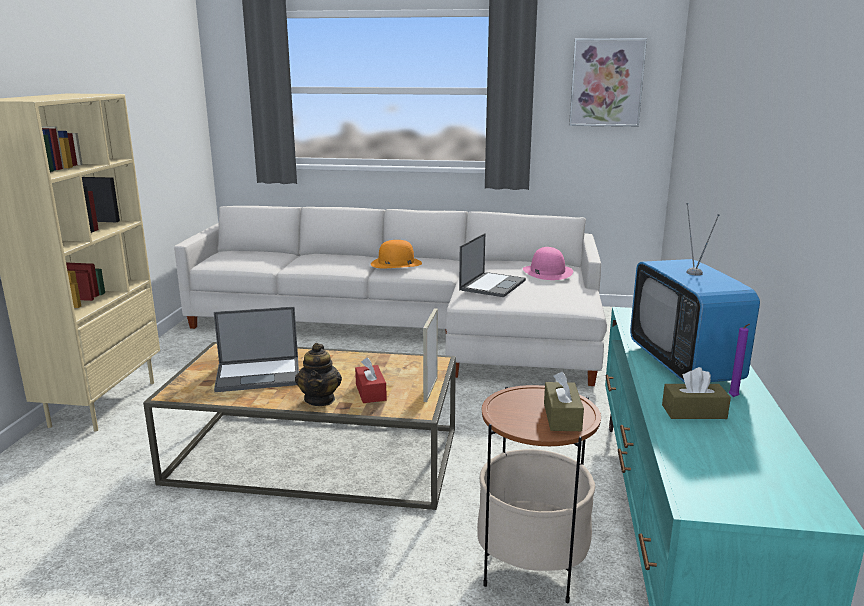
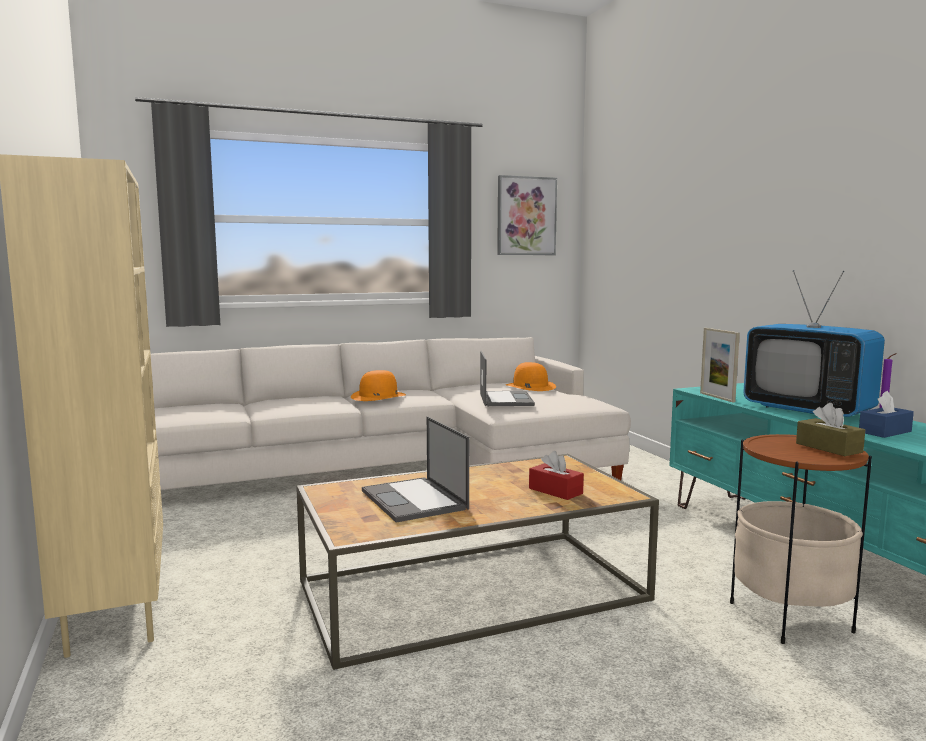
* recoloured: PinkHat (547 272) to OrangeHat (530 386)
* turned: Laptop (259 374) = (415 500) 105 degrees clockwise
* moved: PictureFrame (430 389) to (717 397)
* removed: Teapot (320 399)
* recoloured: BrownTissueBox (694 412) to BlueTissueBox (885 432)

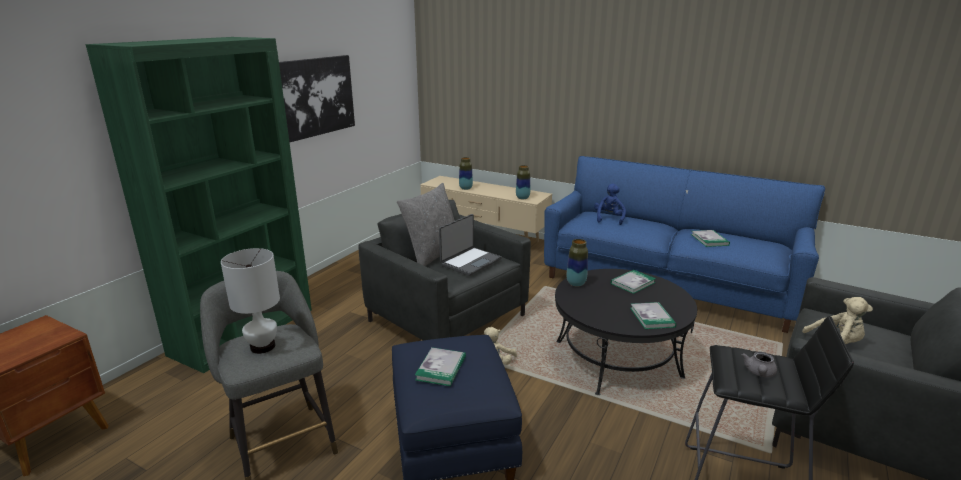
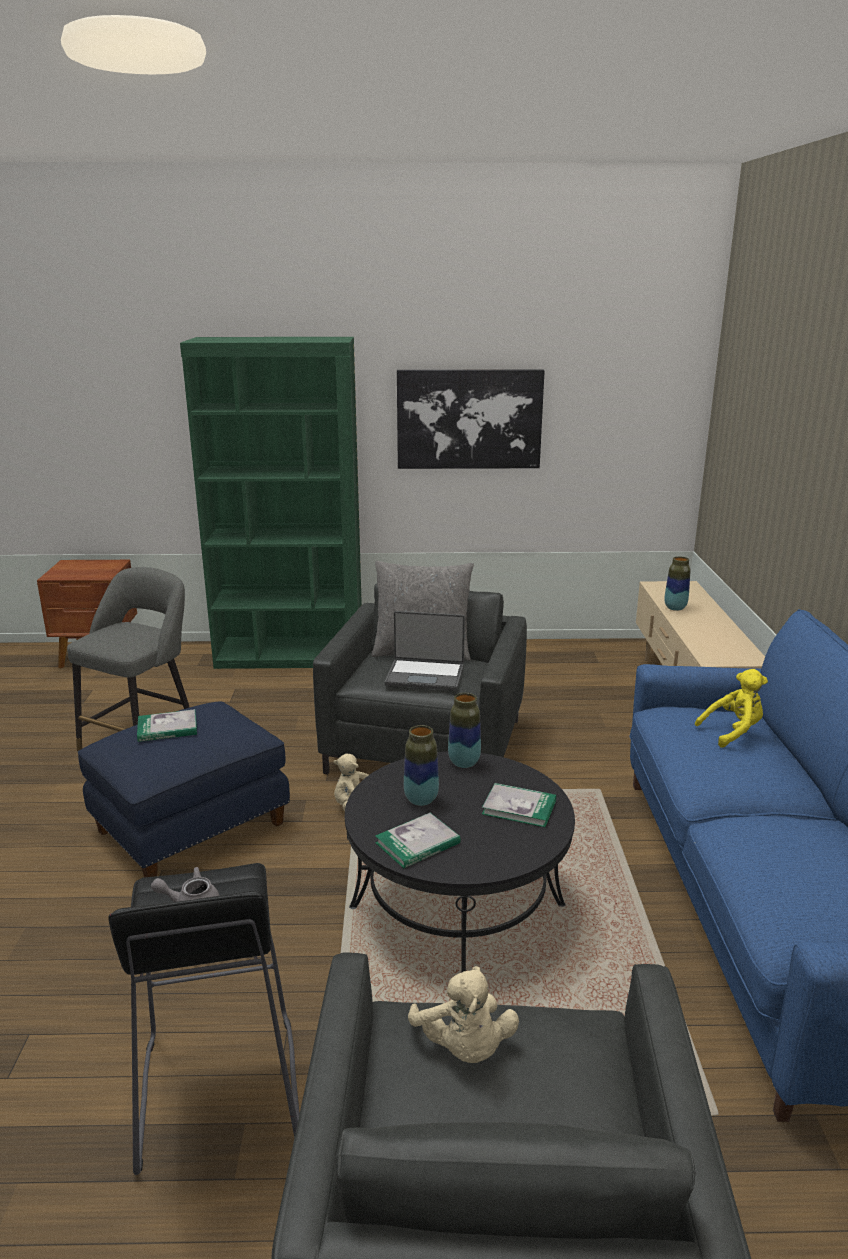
* moved: Vase (522 198) to (421 800)
* recoloured: BluePlushToy (609 218) to YellowPlushToy (733 732)
* removed: Book (709 240)
* removed: WhiteTableLamp (262 347)

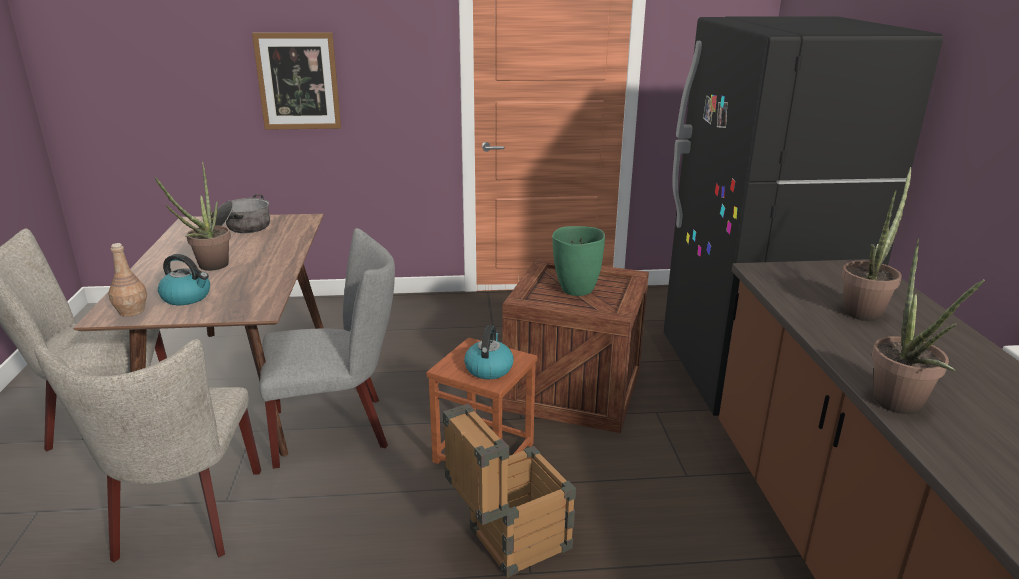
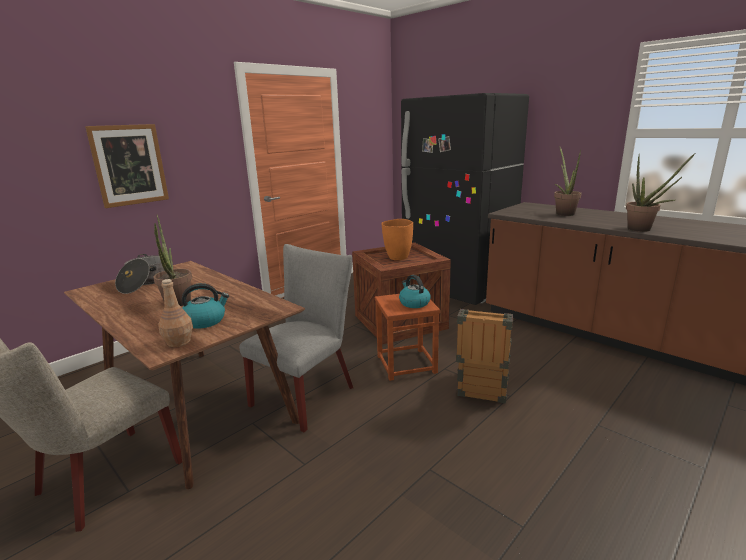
* recoloured: GreenVase (576 290) to OrangeVase (398 258)
* removed: BeigeChair (185 519)

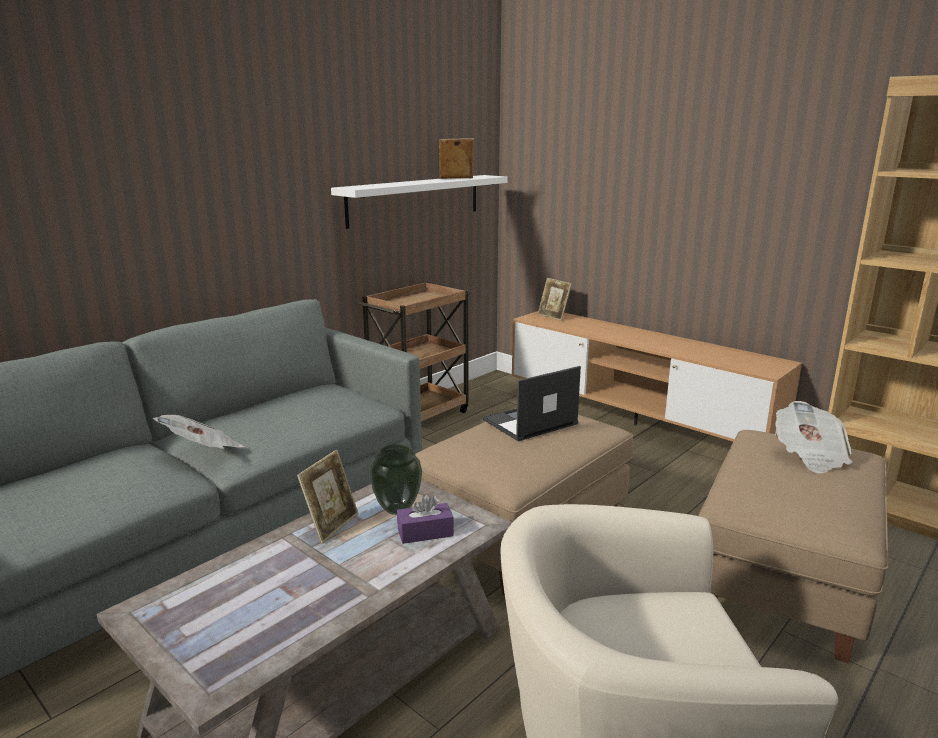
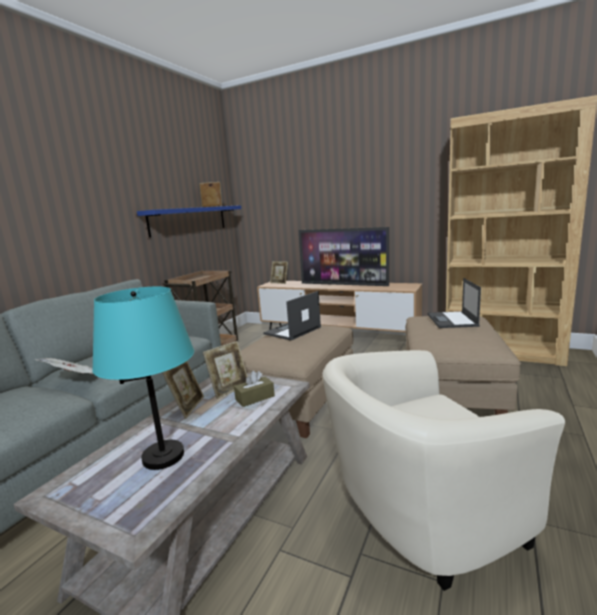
* recoloured: WhiteShelf (415 200) to BlueShelf (189 220)
* replaced: Newspaper (809 455) to Laptop (452 320)
* replaced: Vase (397 509) to PictureFrame (230 389)
* recoloured: PurpleTissueBox (425 532) to BrownTissueBox (255 398)
* added: Television (344 284)
* added: TurquoiseTableLamp (164 456)

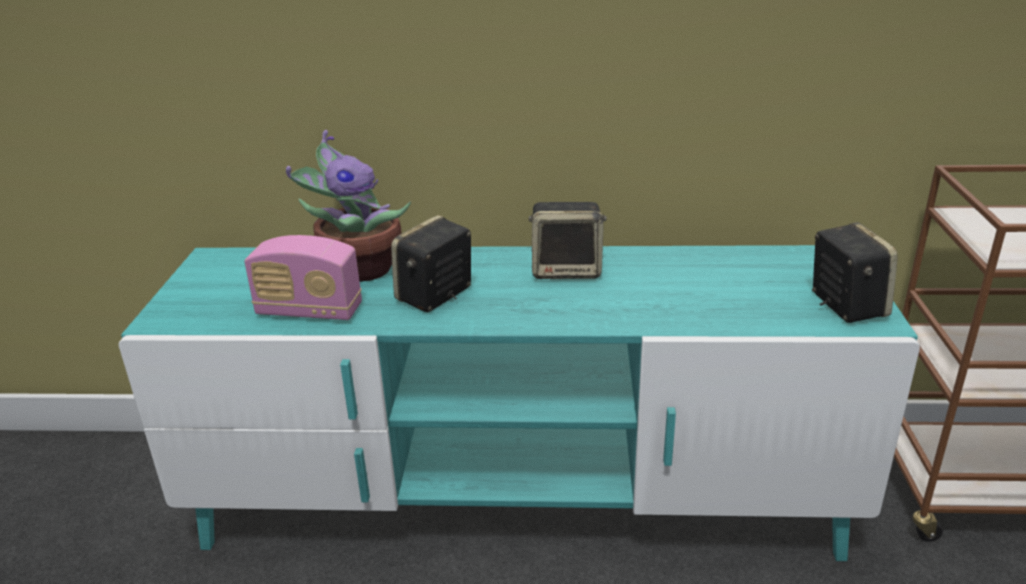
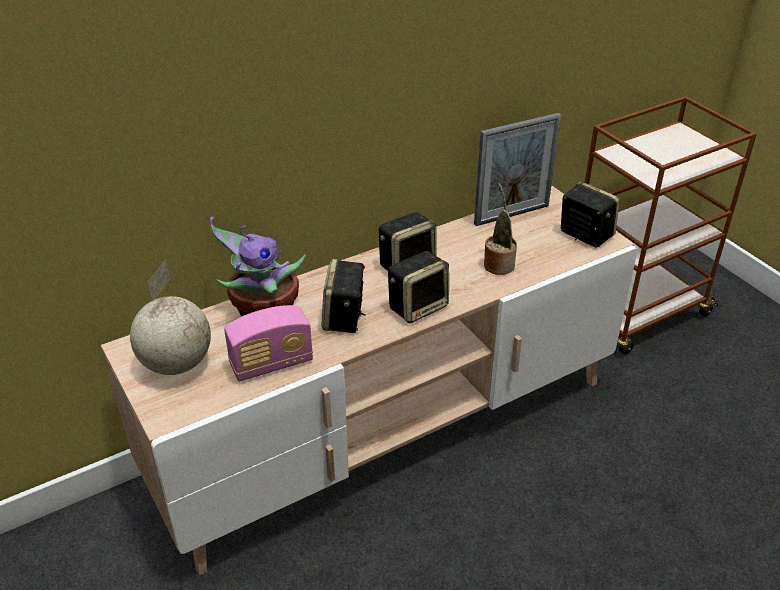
* recoloured: TurquoiseTvStand (520 499) to BeigeTvStand (389 432)
* added: PictureFrame (511 215)
* added: PottedPlant (498 264)
* added: Speaker (418 306)
* added: Globe (175 364)

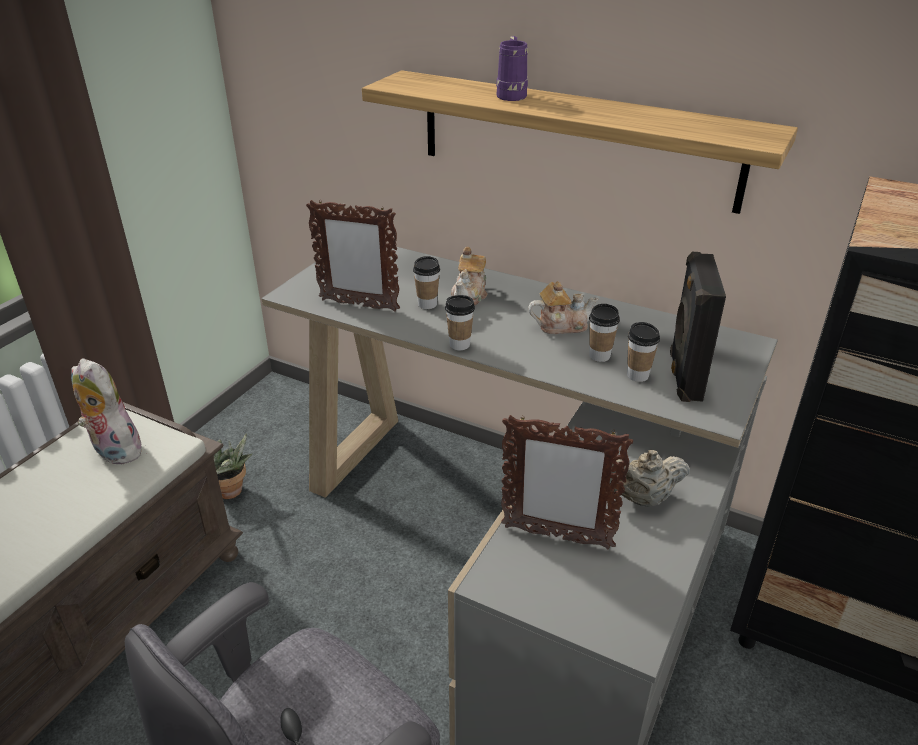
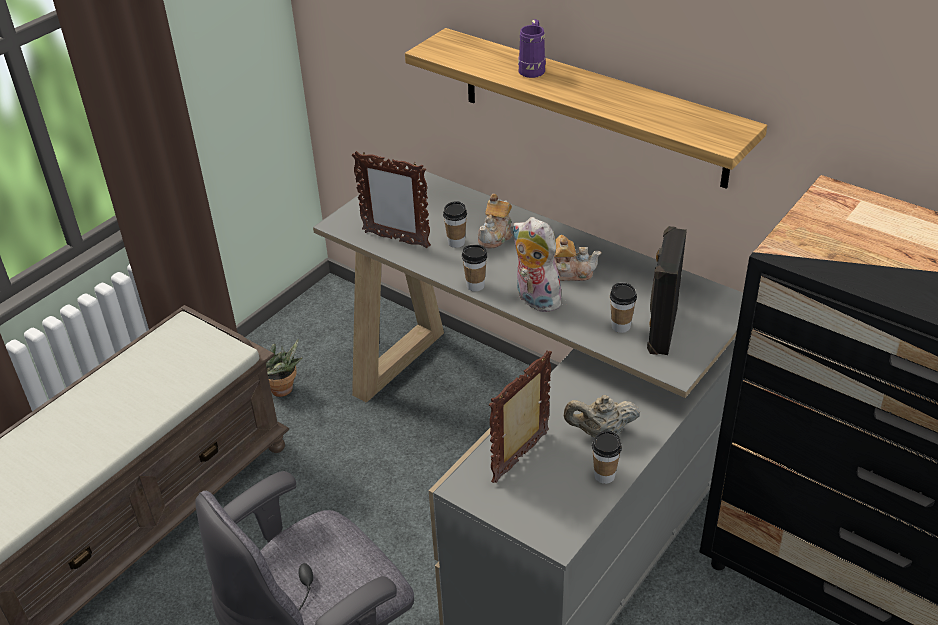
* moved: Cup (599 356) to (604 476)
* moved: PlushToy (113 451) to (534 299)
* turned: PictureFrame (556 536) = (521 457) 105 degrees clockwise

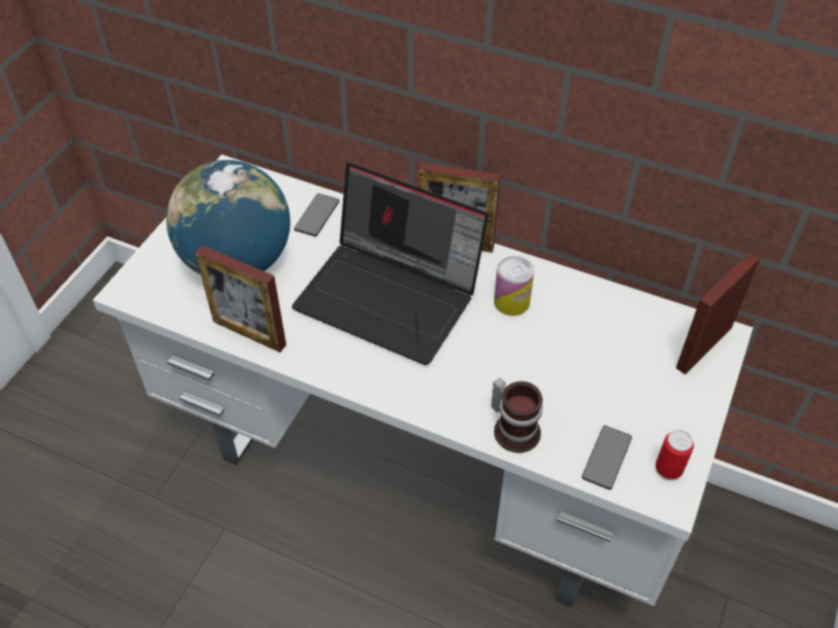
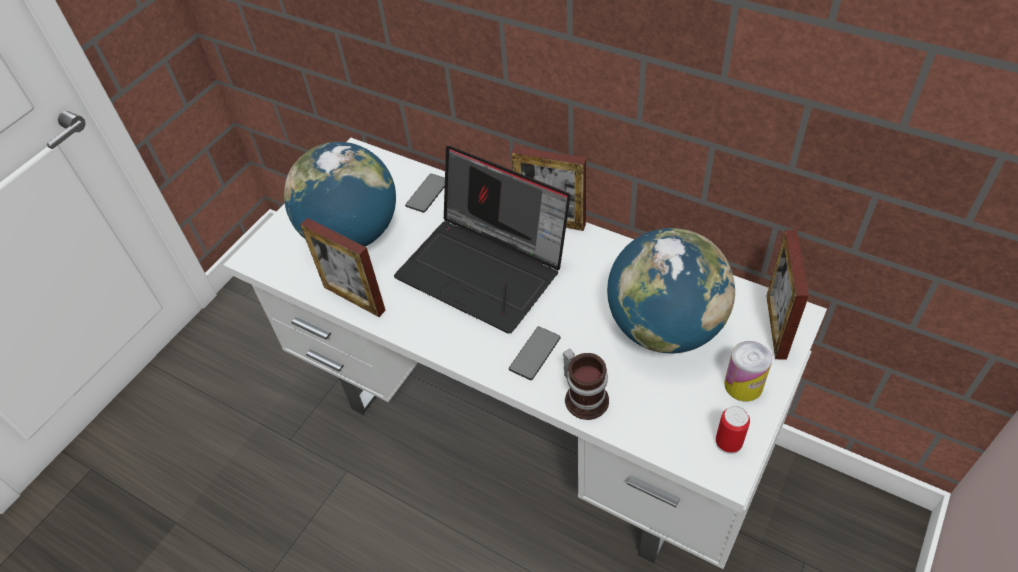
* turned: PictureFrame (704 347) = (776 326) 45 degrees counterclockwise
* moved: Can (511 301) to (743 385)
* moved: Phone (606 458) to (535 354)
* added: Globe (664 327)

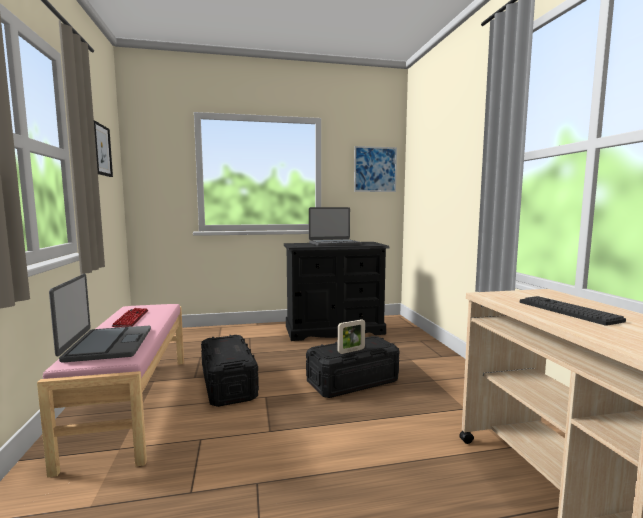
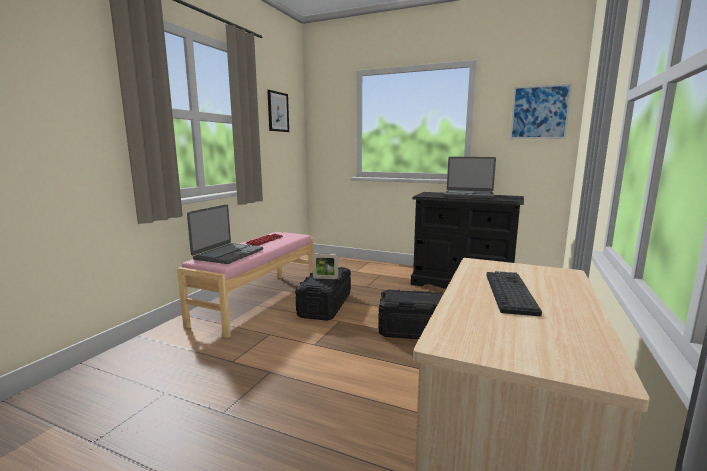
* moved: PictureFrame (351 351) to (325 278)

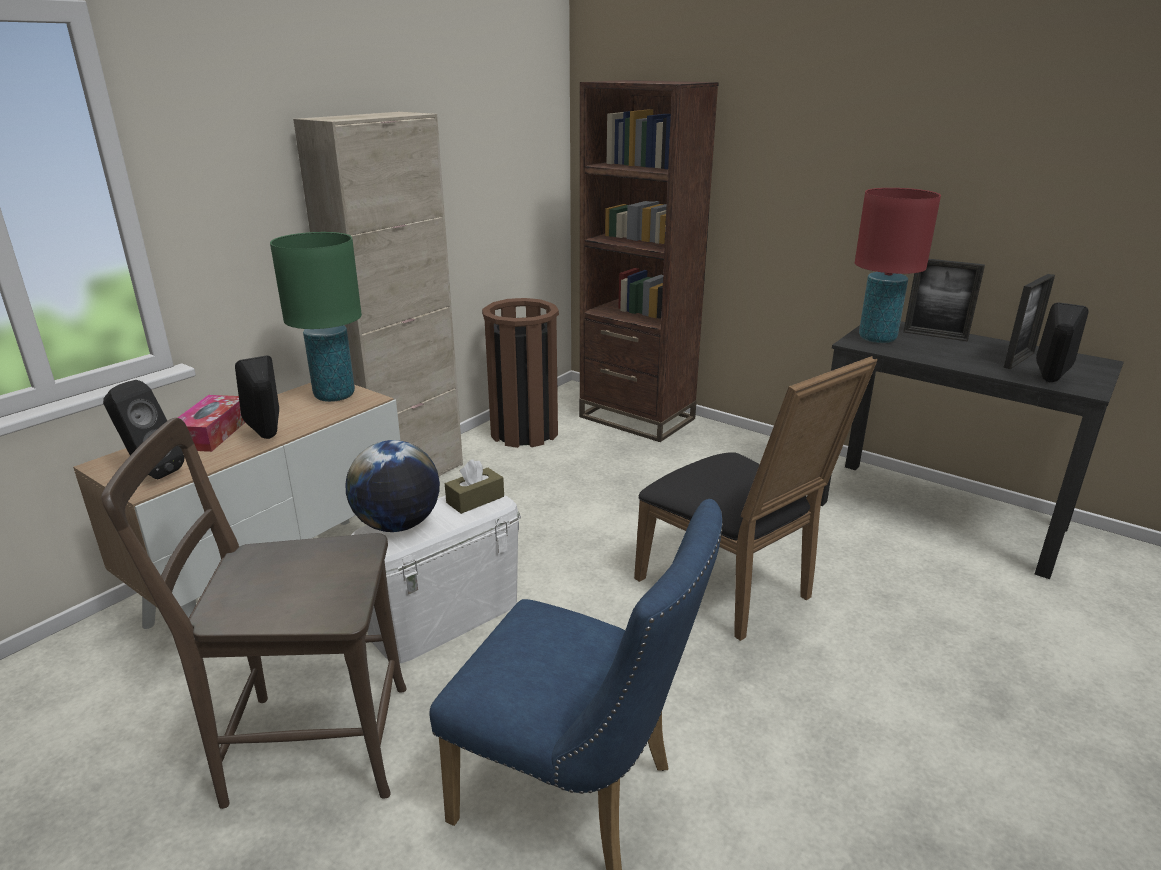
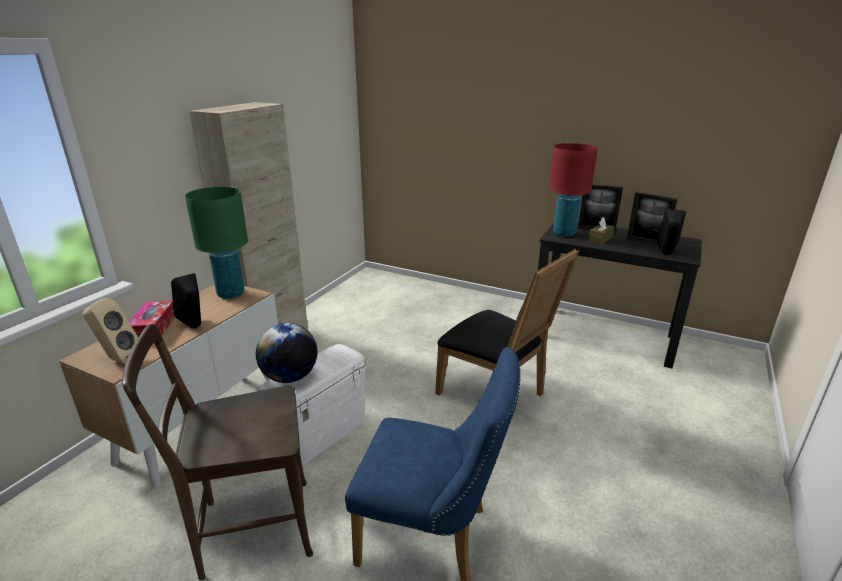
* removed: BrownBookcase (636 418)
* turned: PictureFrame (1019 360) = (646 242) 90 degrees clockwise
* removed: BrownTrashCan (524 432)
* recoloured: BlackSpeaker (150 472) to BeigeSpeaker (118 359)
* moved: BrownTissueBox (475 499) to (600 239)

